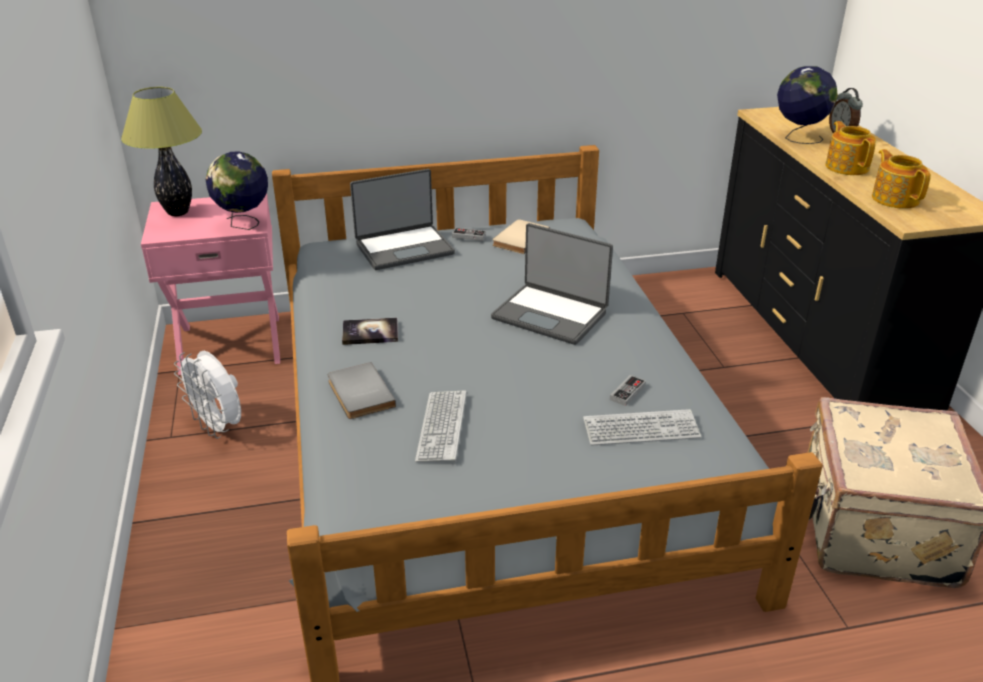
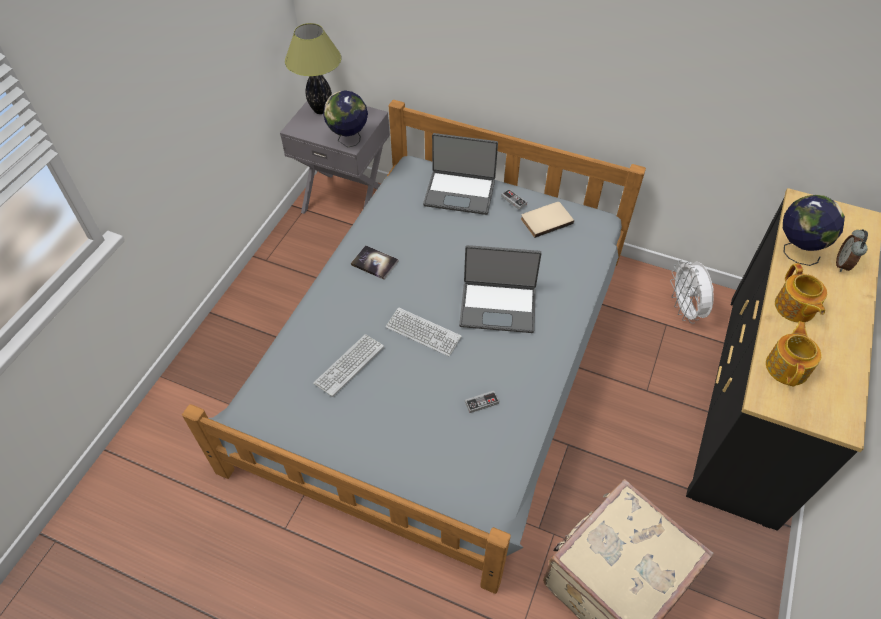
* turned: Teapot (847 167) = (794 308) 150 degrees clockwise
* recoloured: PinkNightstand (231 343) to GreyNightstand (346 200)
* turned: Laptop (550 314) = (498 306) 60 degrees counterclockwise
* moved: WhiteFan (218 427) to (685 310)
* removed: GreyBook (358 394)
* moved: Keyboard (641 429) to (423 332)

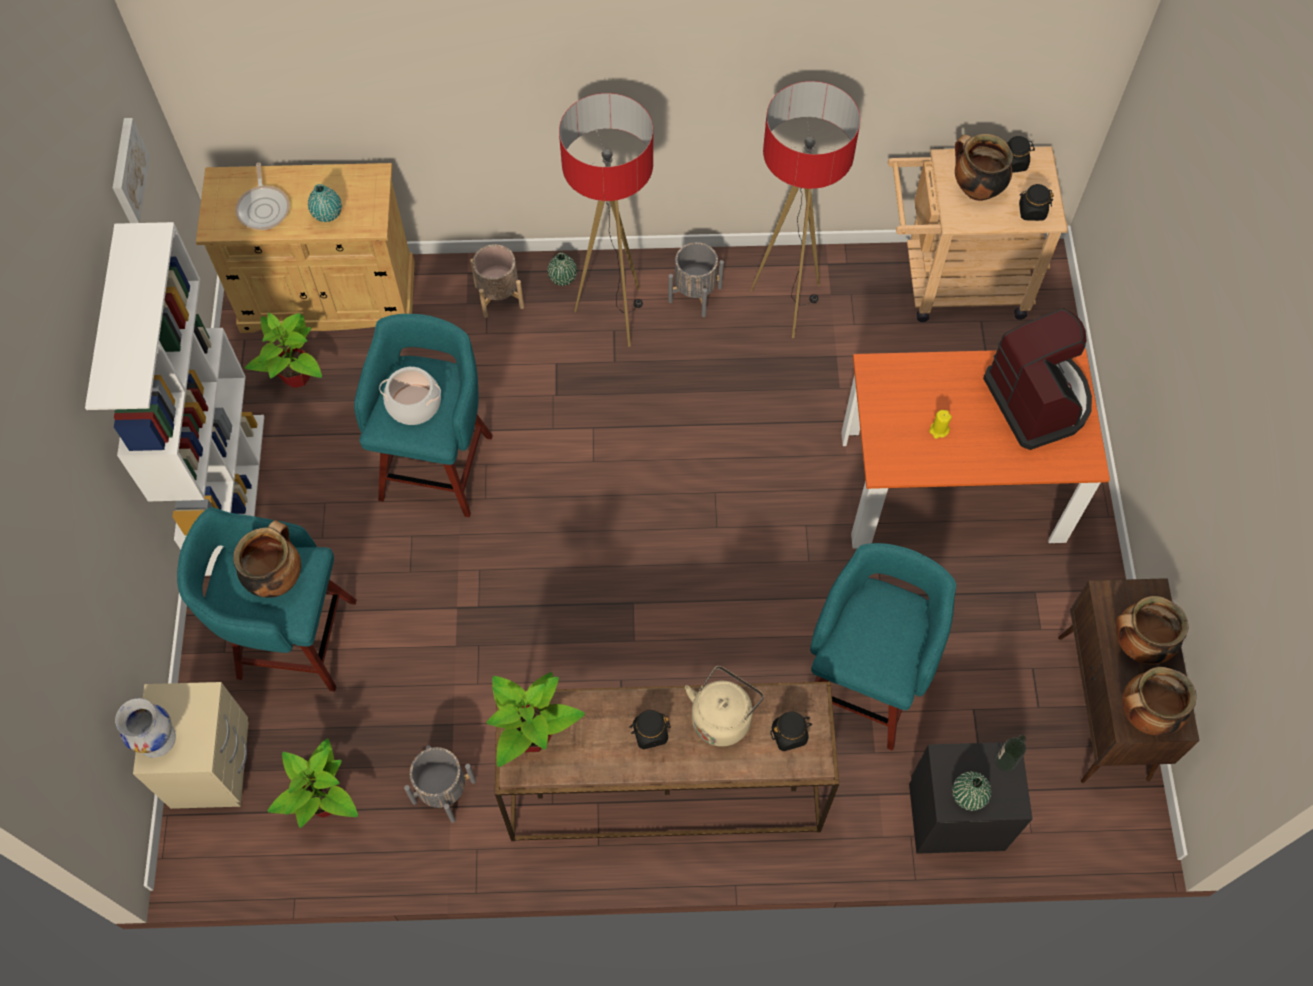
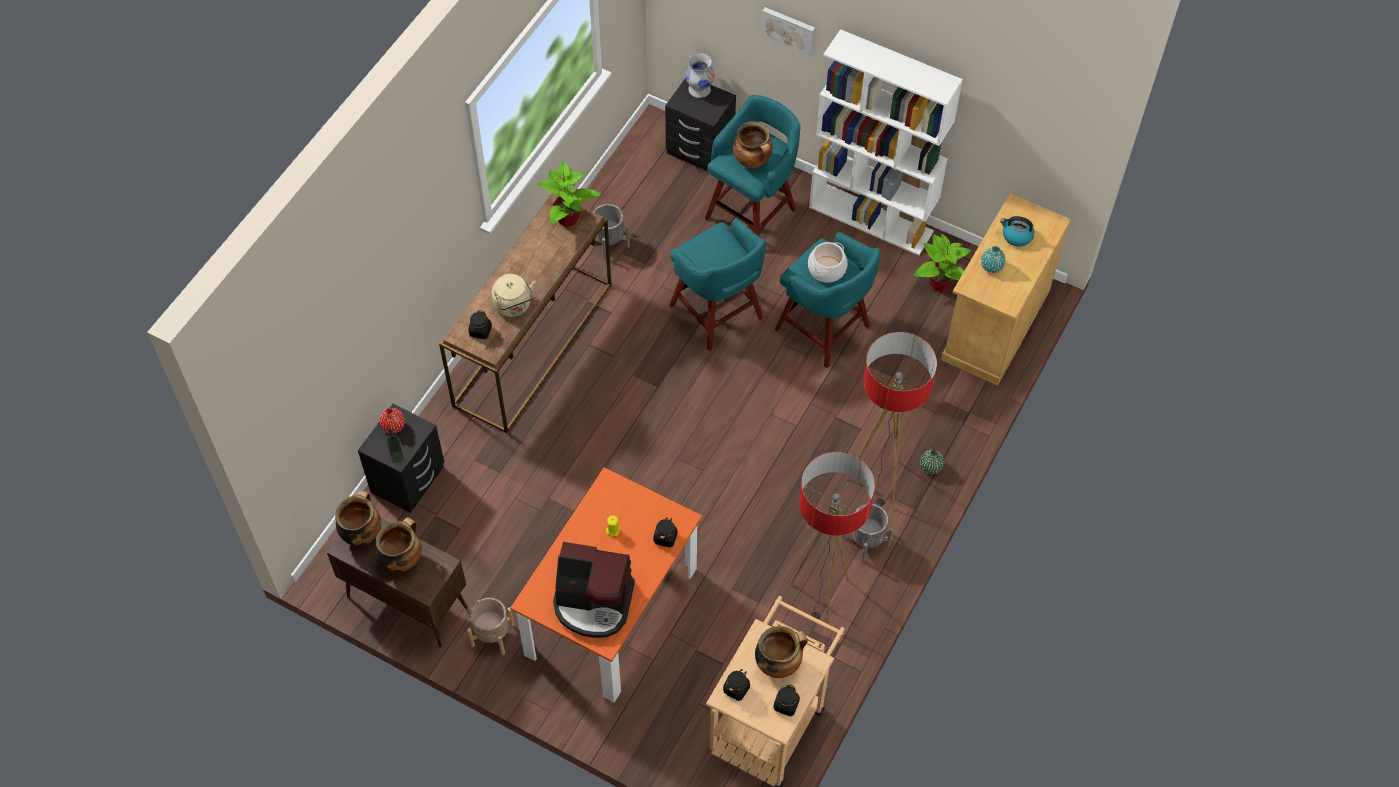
* moved: Picture (127 171) to (789 30)
* replaced: FryingPan (264 208) to Kettle (1016 236)
* moved: BeigePlanter (499 296) to (493 635)
* moved: TurquoiseStool (864 682) to (717 314)
* recoloured: BeigeNightstand (211 765) to BlackNightstand (700 149)
* moved: BlackJar (650 733) to (665 537)
* removed: PottedPlant (325 803)
* recoloured: GreenVase (968 795) to RedVase (393 427)

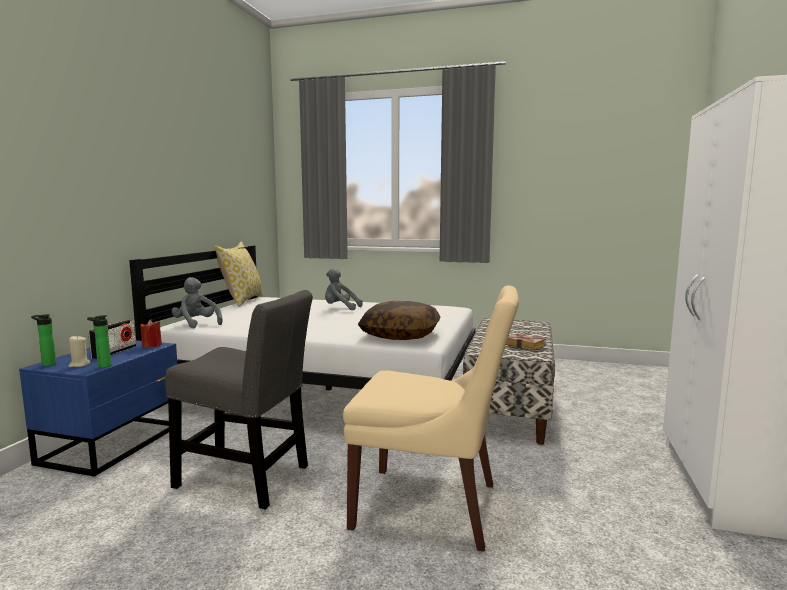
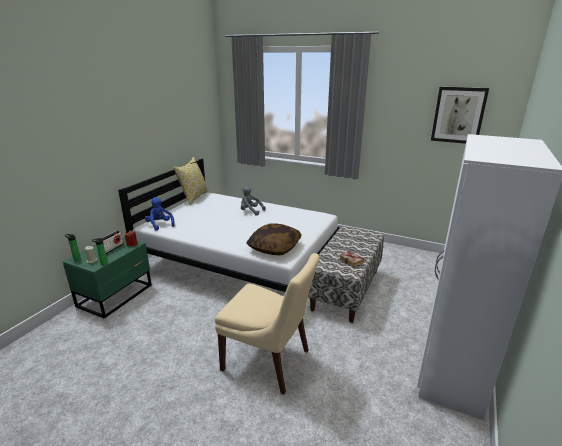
* recoloured: GreyPlushToy (196 324) to BluePlushToy (160 225)
* removed: GreyChair (247 478)
* recoloured: BlueNightstand (115 443) to GreenNightstand (117 295)
* added: Picture (458 115)

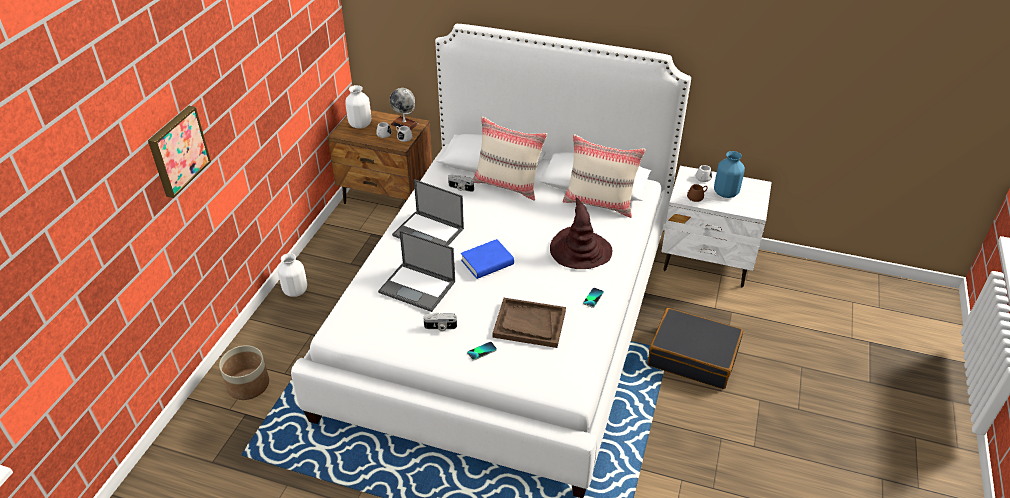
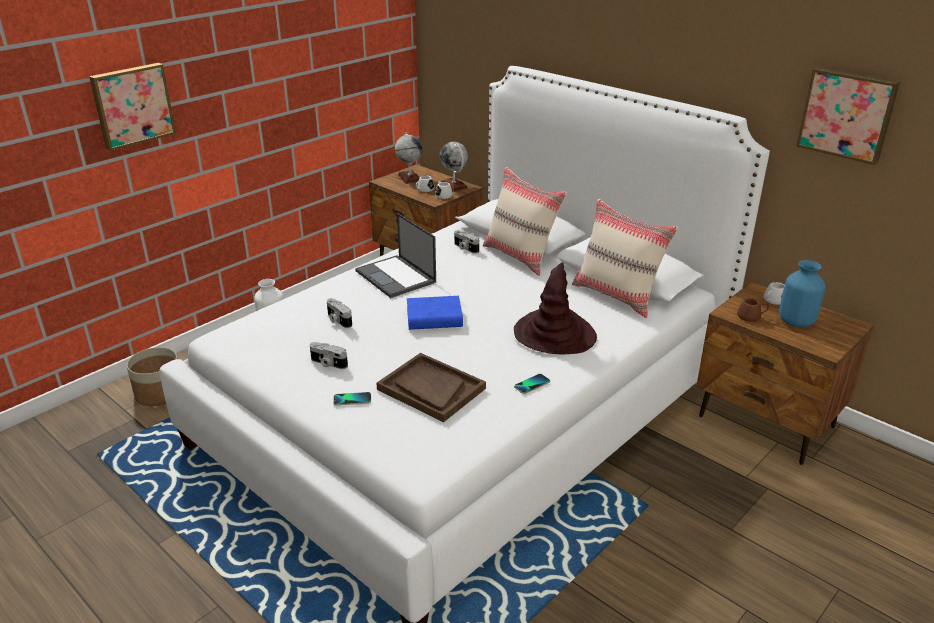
* replaced: WhiteVase (360 124) to Globe (409 178)
* recoloured: WhiteNightstand (707 261) to BrownNightstand (766 422)
* replaced: Laptop (418 287) to PhotoCamera (338 320)
* removed: BlackSuitcase (693 356)
* added: Picture (847 114)

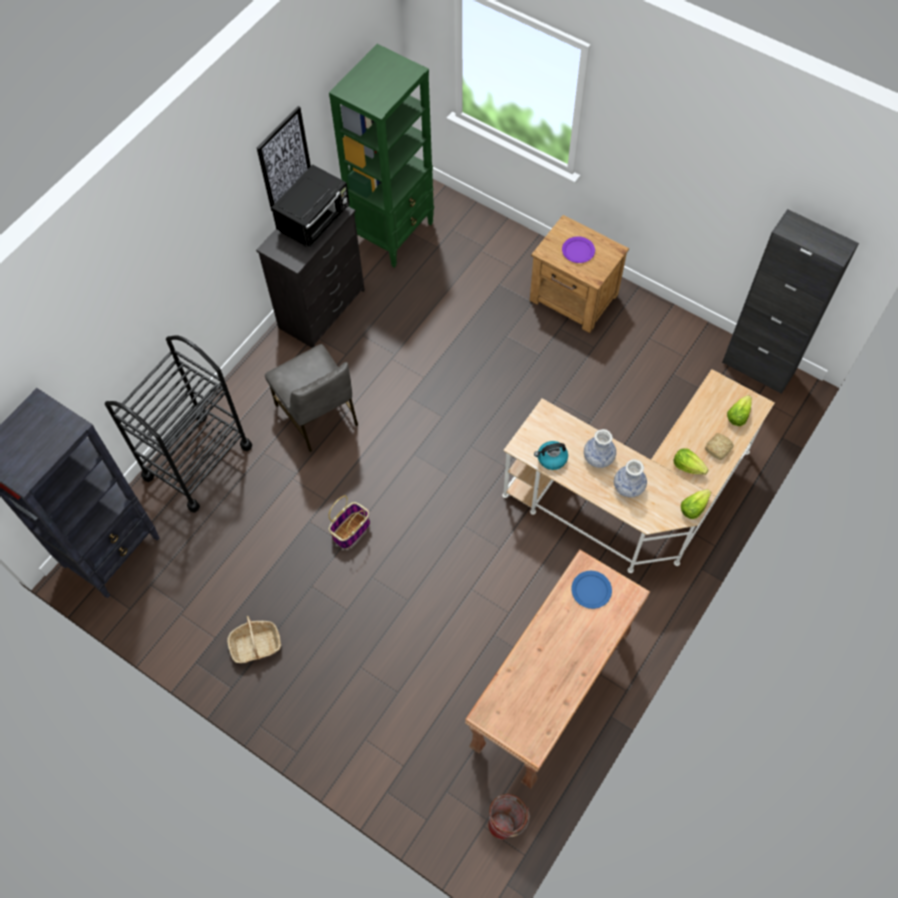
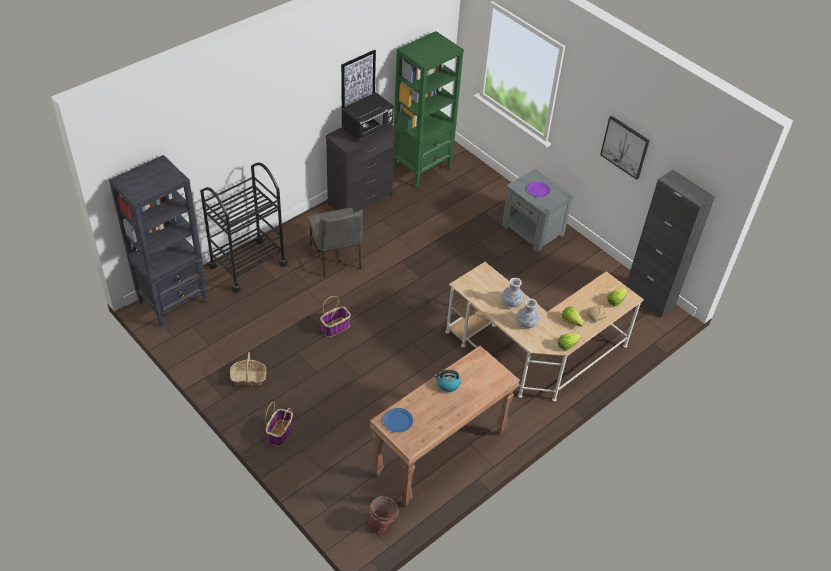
* recoloured: BrownNightstand (574 299) to GreyNightstand (532 231)
* moved: Kettle (551 459) to (447 384)
* moved: BluePlate (591 590) to (398 421)
* added: Picture (625 147)
* added: Basket (280 432)

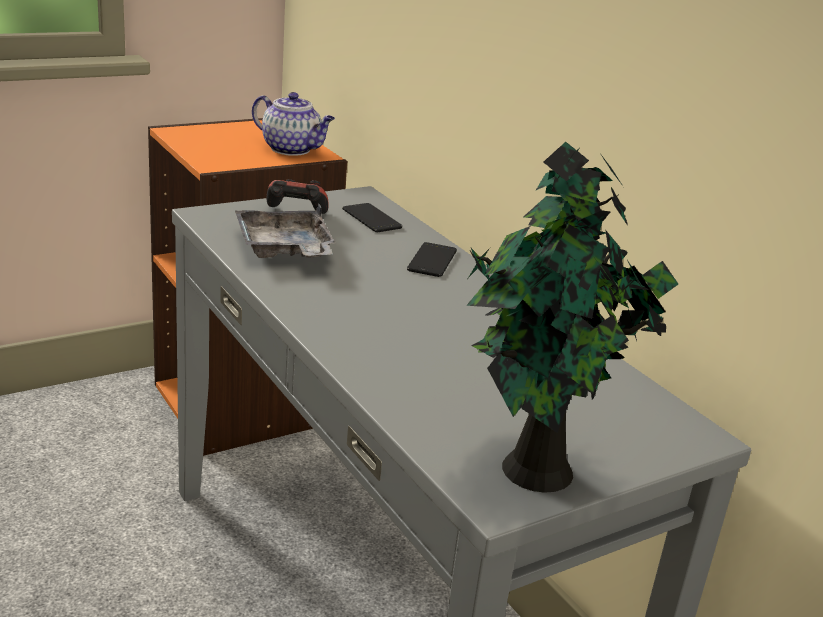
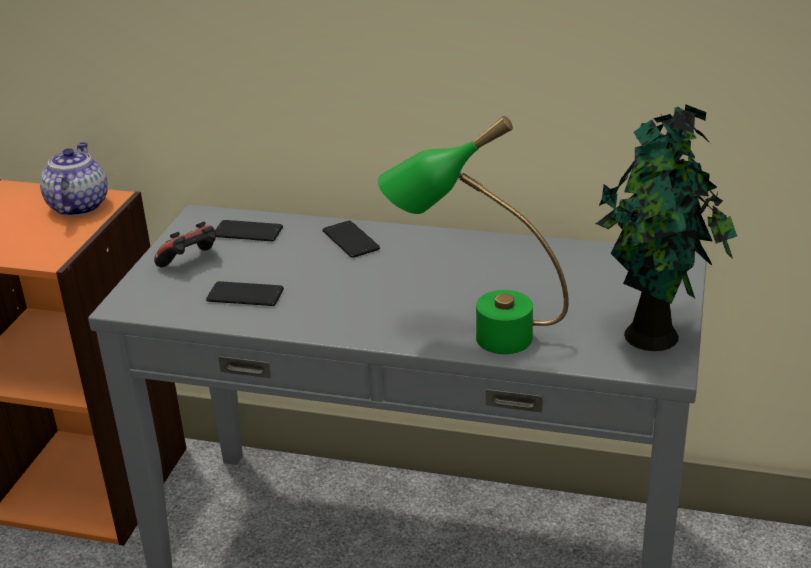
* turned: Teapot (292 149) = (78 206) 75 degrees counterclockwise
* replaced: GreyTray (285 250) to Phone (245 295)
* added: GreenTableLamp (475 336)

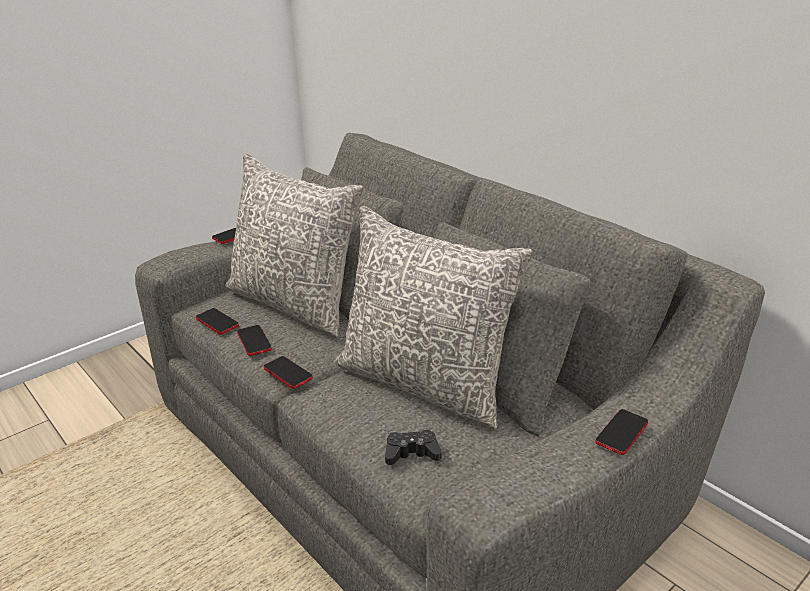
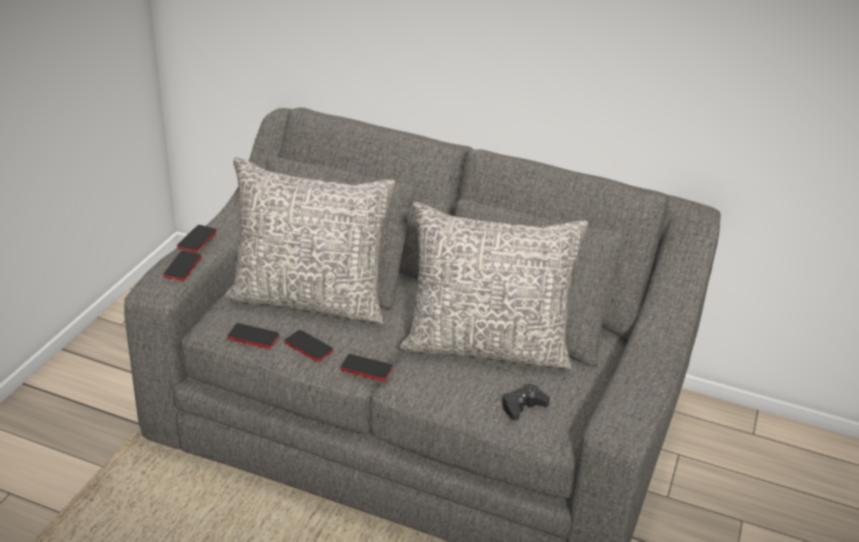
* moved: Phone (621 433) to (182 266)

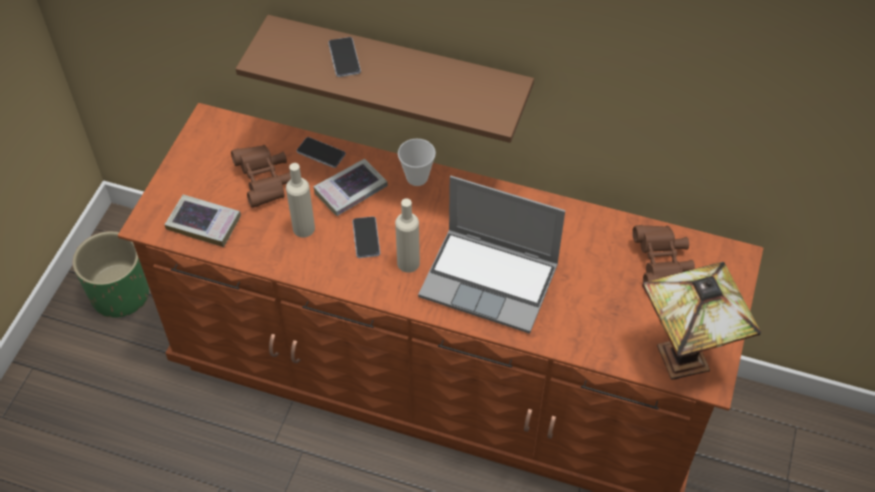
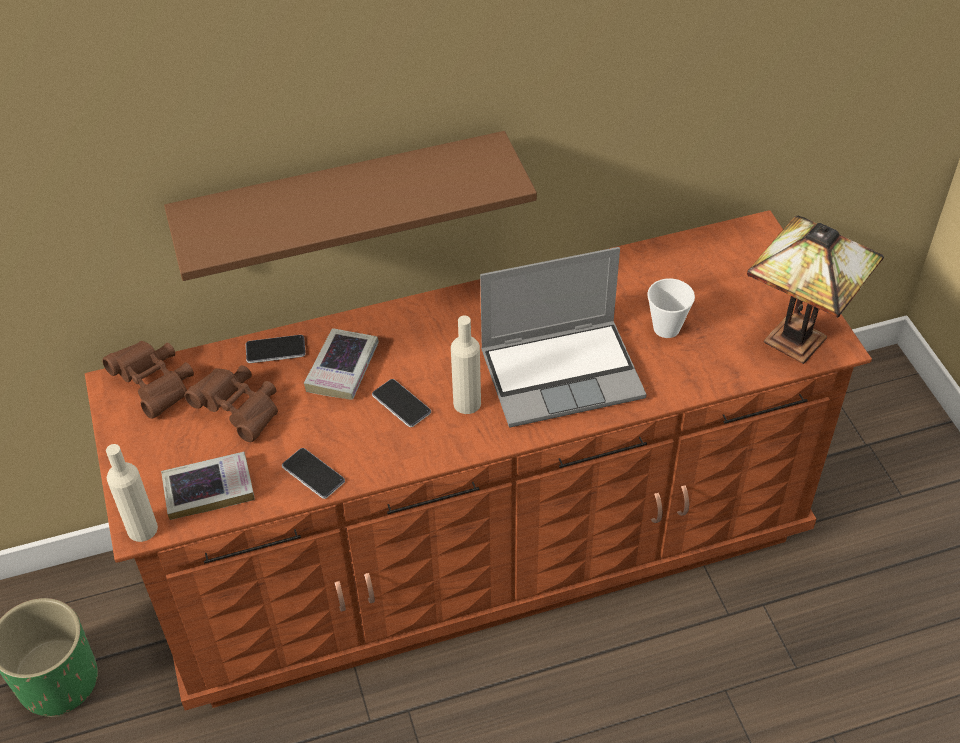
* moved: Phone (344 58) to (313 474)
* moved: Cup (417 177) to (666 328)
* moved: BeigeBottle (303 228) to (142 529)
* moved: BrownBinoculars (661 264) to (156 386)

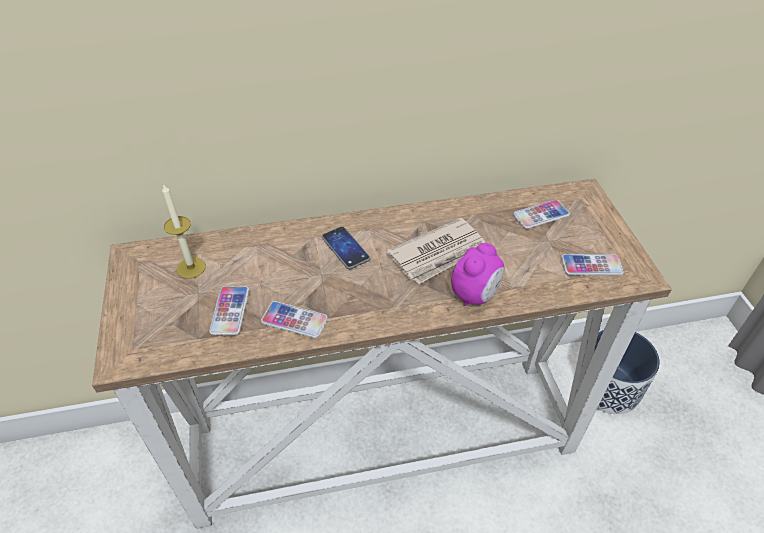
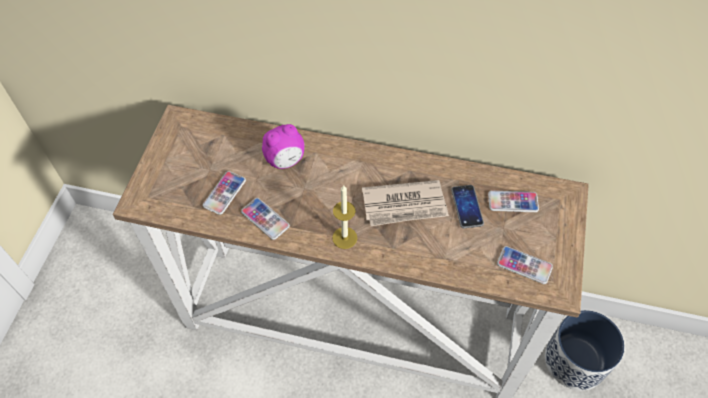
* moved: Candle (191 267) to (344 238)
* moved: Phone (345 248) to (467 207)
* moved: AlarmClock (475 295) to (285 160)

